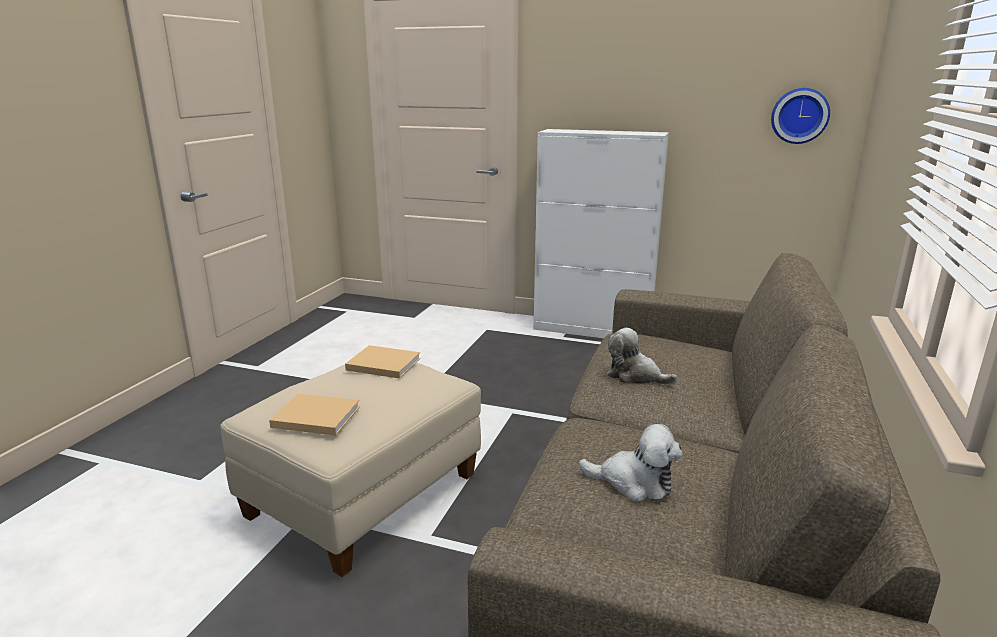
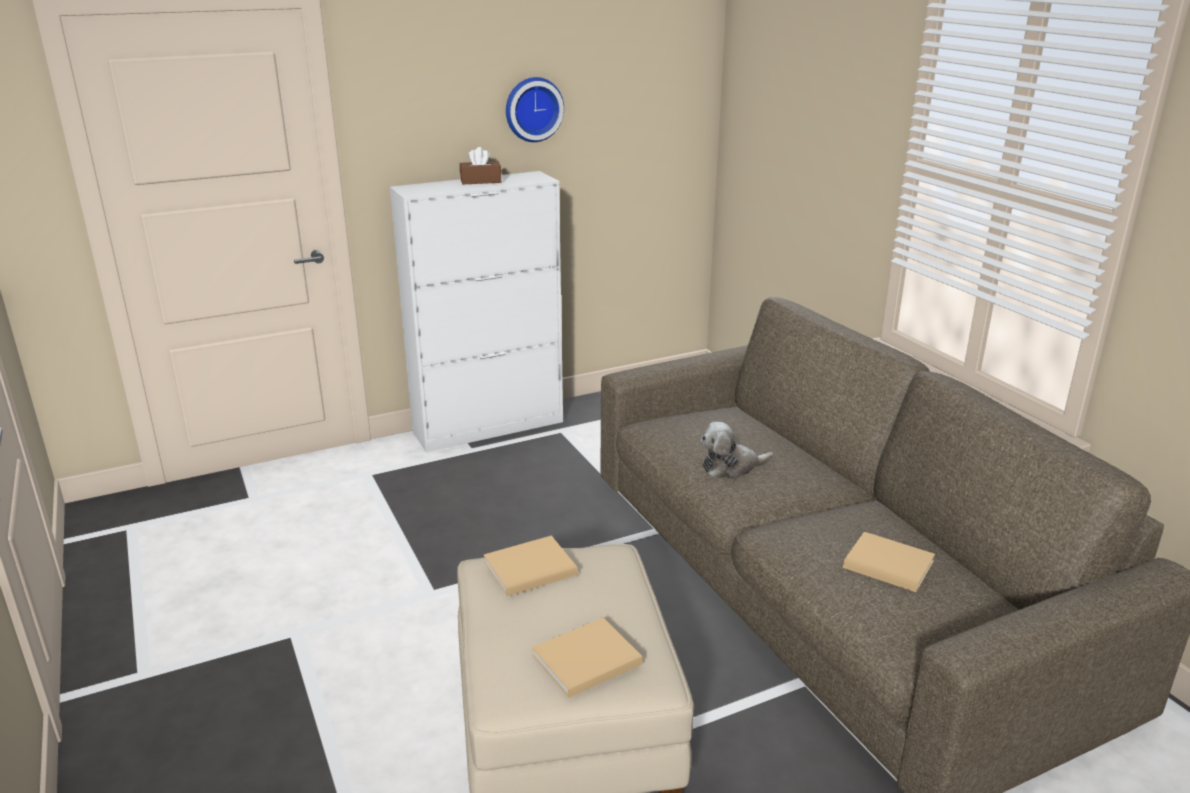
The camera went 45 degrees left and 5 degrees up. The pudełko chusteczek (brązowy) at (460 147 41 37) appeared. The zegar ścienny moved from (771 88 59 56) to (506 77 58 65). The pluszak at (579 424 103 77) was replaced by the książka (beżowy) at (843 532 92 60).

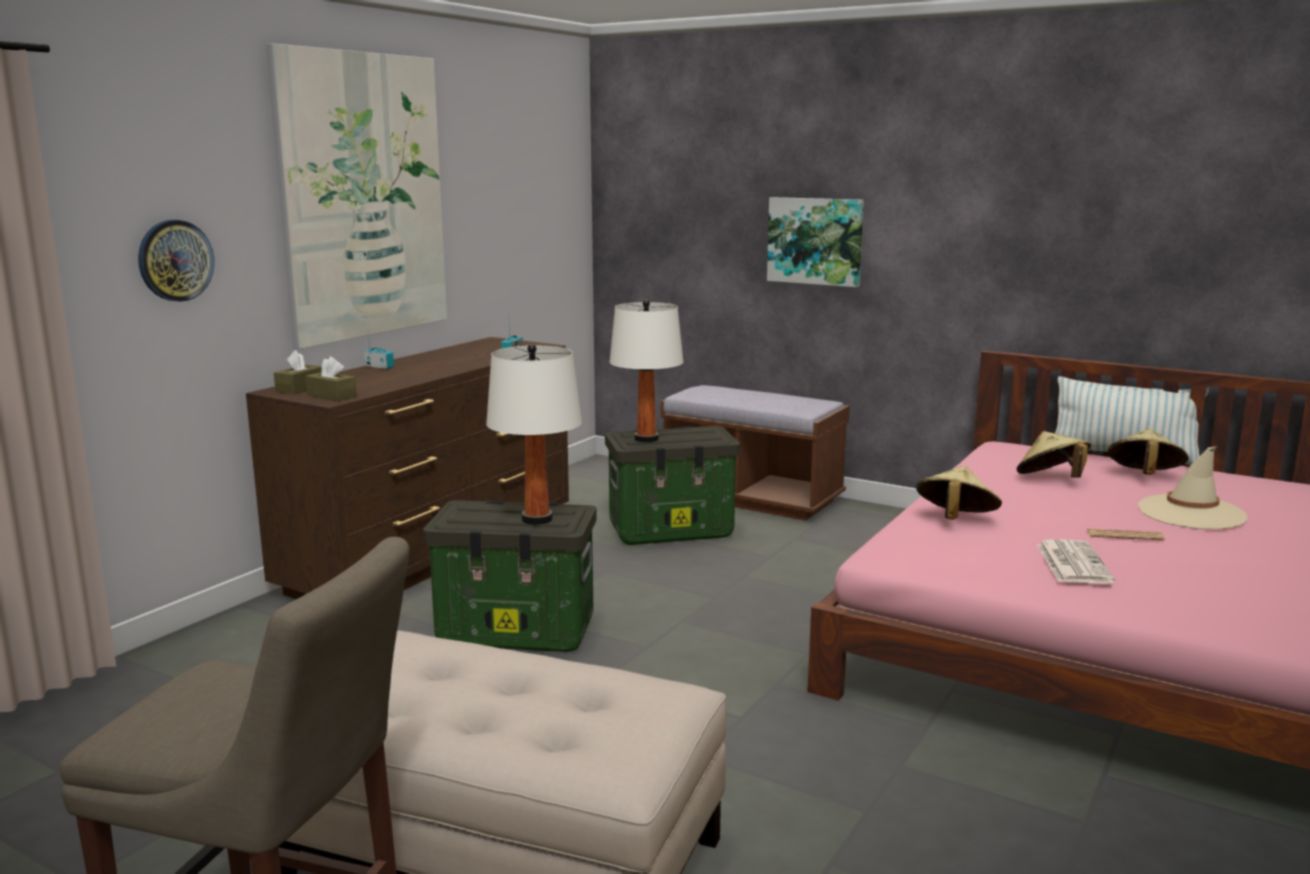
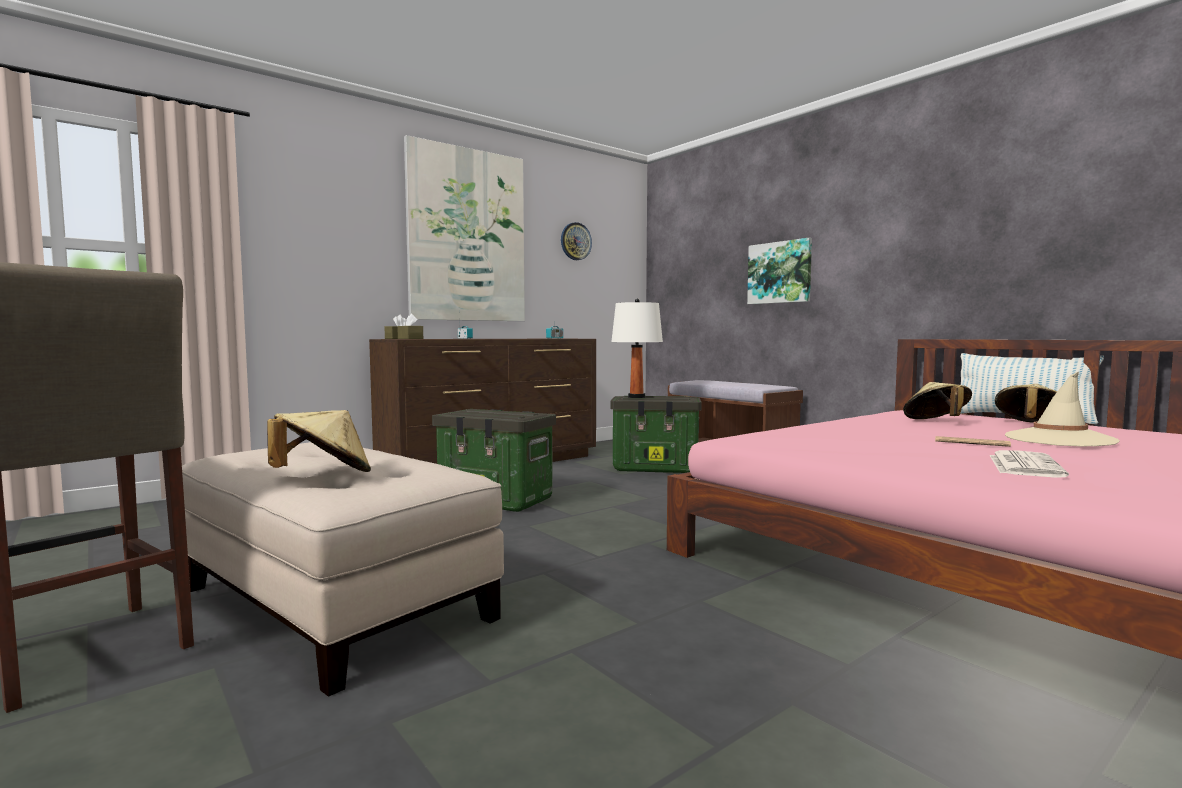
The camera went 20 degrees right and 10 degrees down. The lampa stołowa (biały) at (486 344 96 181) disappeared. The zegar ścienny moved from (138 220 76 82) to (561 222 31 38). The kapelusz (beżowy) moved from (916 466 86 54) to (267 410 104 62). The gazeta moved from (1037 539 78 45) to (989 450 80 28).

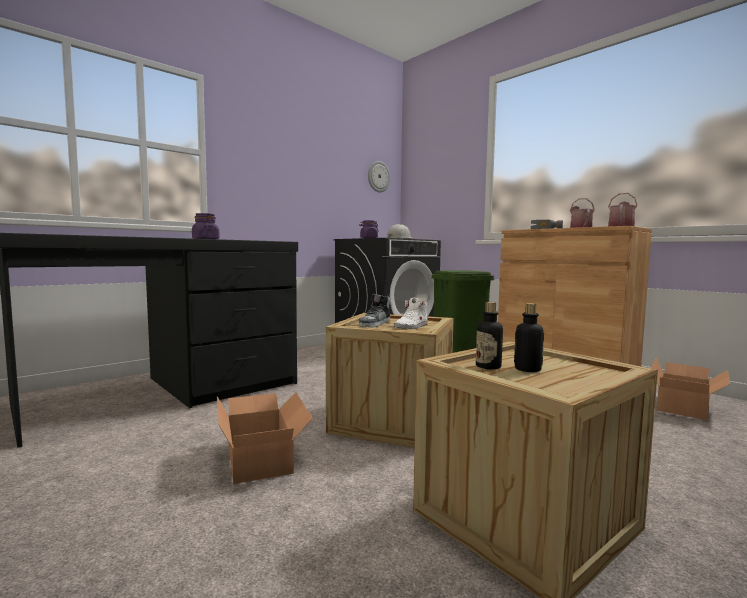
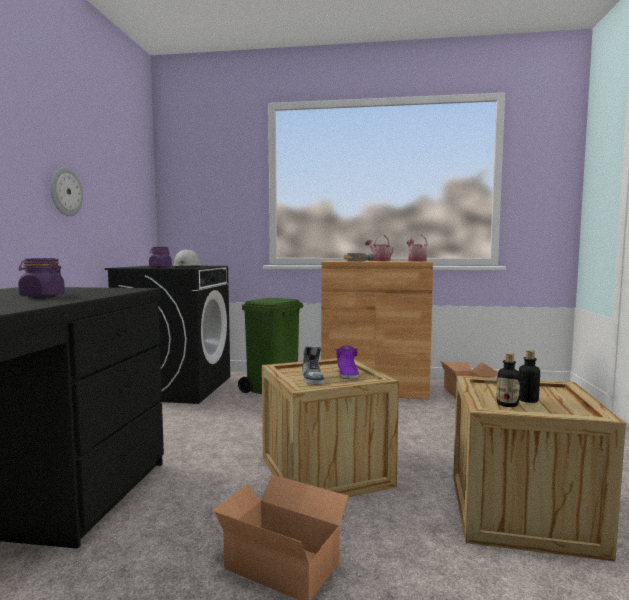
The camera went 40 degrees left and 0 degrees up. The zegar ścienny moved from (368 161 22 31) to (51 167 32 49). The but (biały) at (394 298 34 31) became the but (fioletowy) at (335 345 24 34).

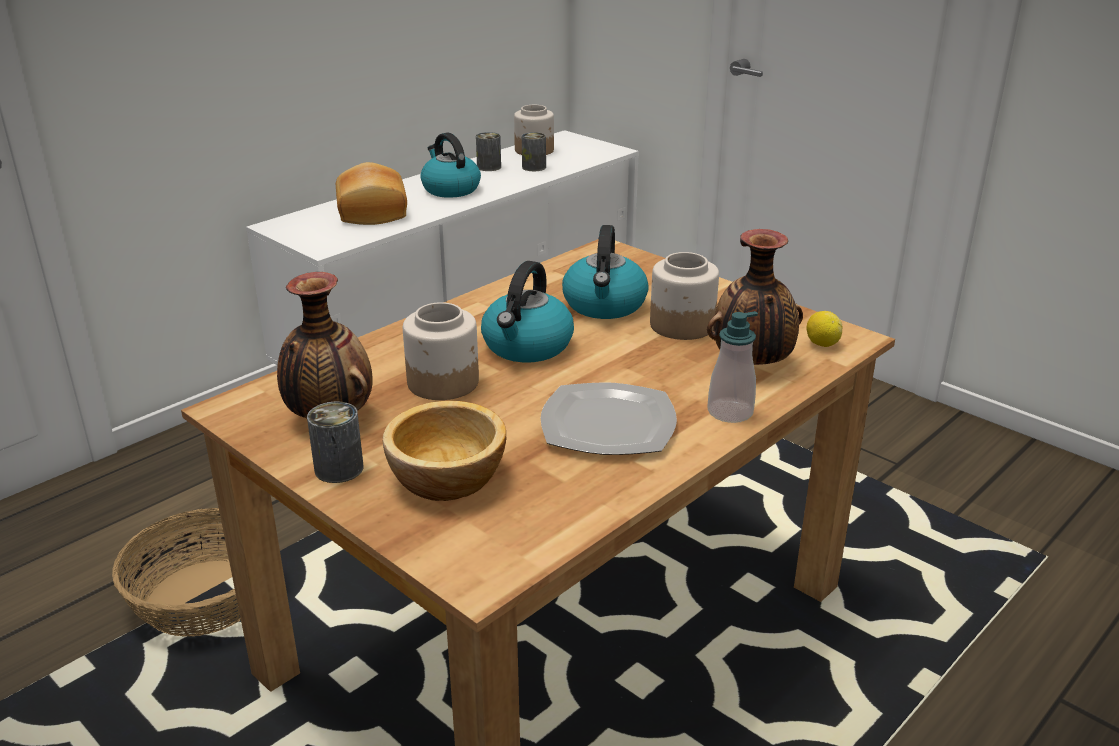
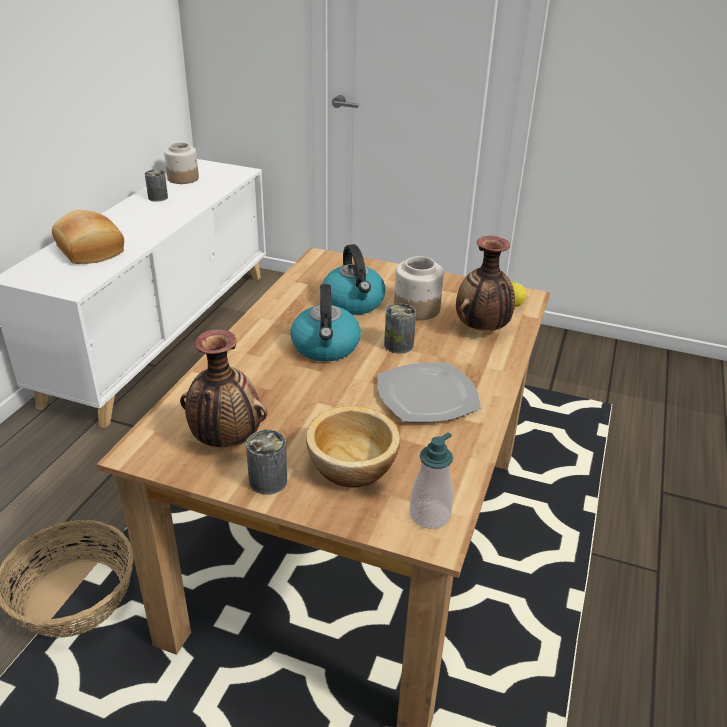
The camera went 25 degrees left and 5 degrees up. The słoik at (403 302 76 98) disappeared. The czajnik at (420 133 61 65) disappeared. The puszka moved from (522 132 24 39) to (384 304 32 50). The dozownik mydła moved from (707 311 51 112) to (409 432 44 97).

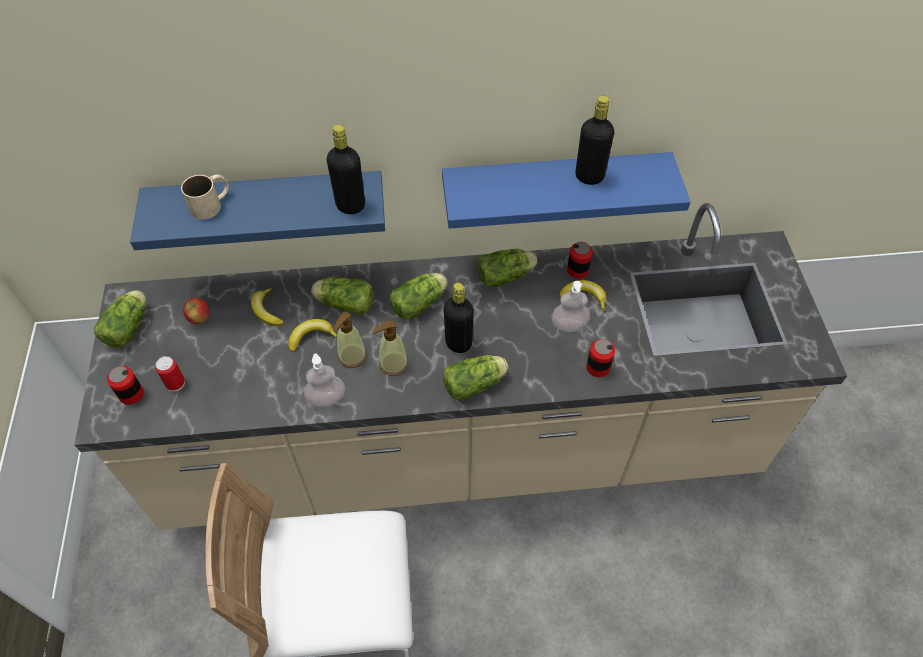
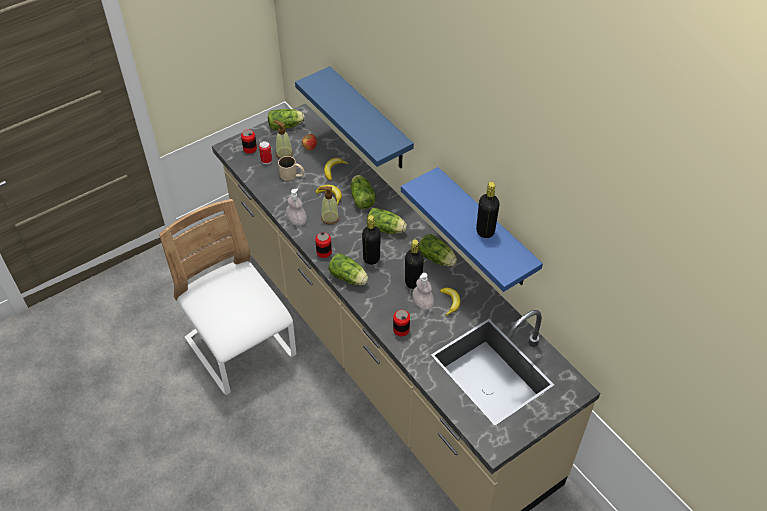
The camera went 60 degrees right and 5 degrees down. The kubek (beżowy) moved from (181 174 48 46) to (278 156 27 25). The butelka (czarny) moved from (327 124 38 90) to (405 239 19 50). The dozownik mydła moved from (373 320 36 56) to (273 121 20 38). The puszka moved from (567 242 26 37) to (315 232 17 26).

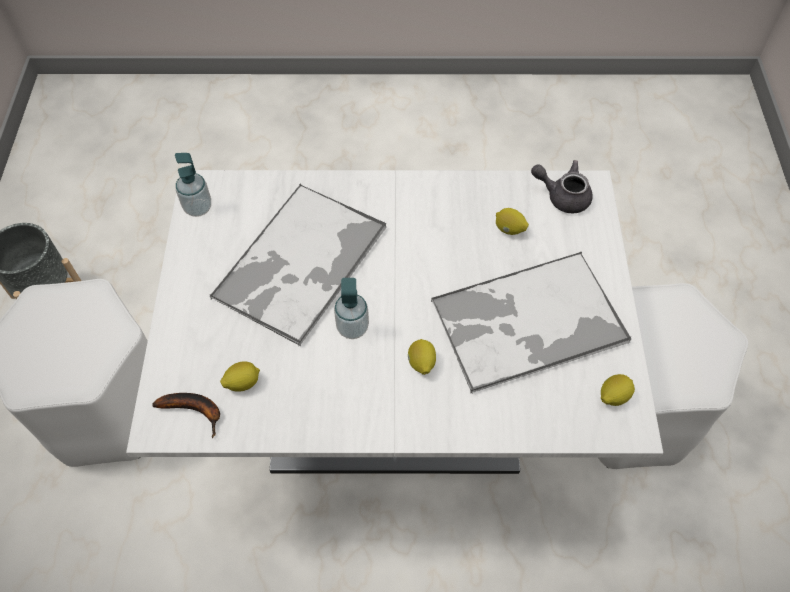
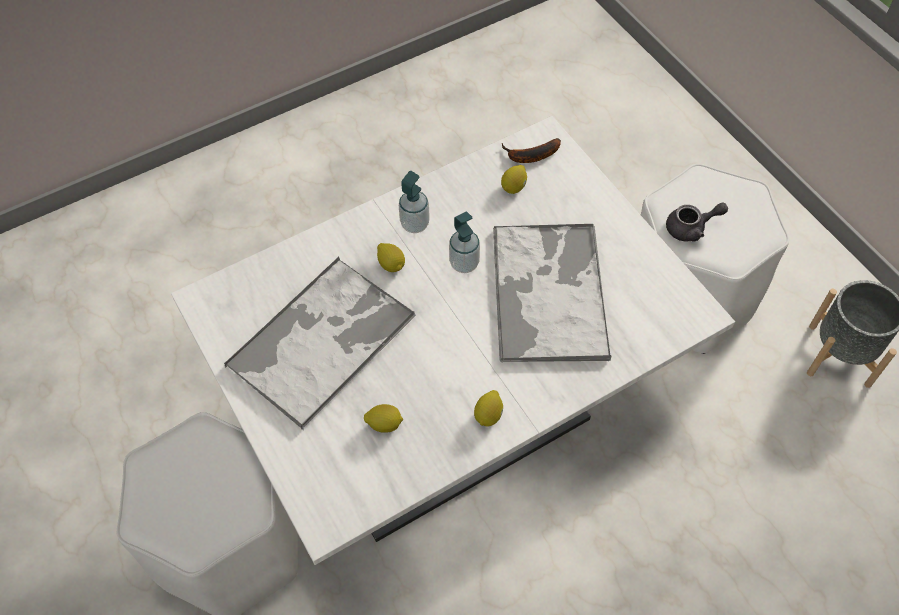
The camera went 150 degrees right and 0 degrees up. The dozownik mydła moved from (175 153 36 64) to (399 171 31 62). The imbryk (szary) moved from (531 160 62 53) to (666 203 62 39). The cytryna moved from (601 374 34 32) to (474 390 29 36).

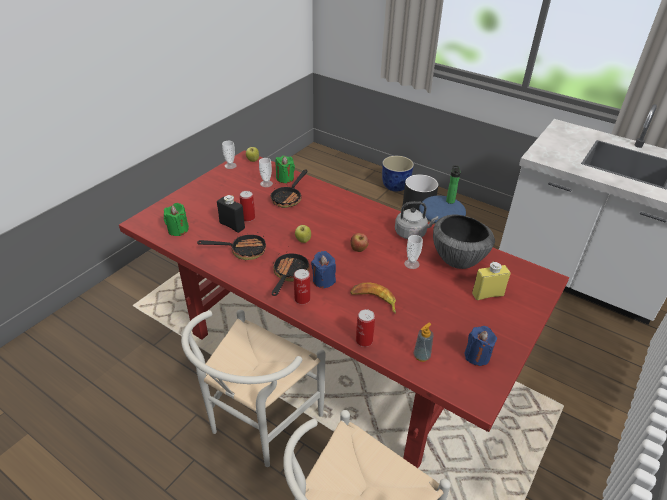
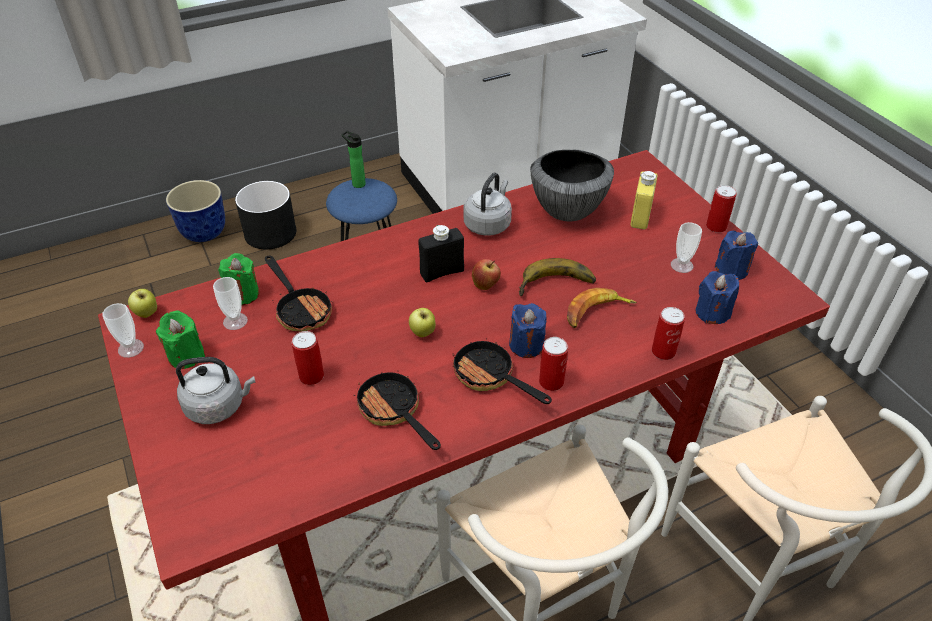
The camera went 60 degrees left and 5 degrees up. The czajnik (szary) at (176 357 80 67) appeared. The banan at (518 258 78 38) appeared. The puszka at (706 185 31 48) appeared. The świeca (zielony) moved from (164 203 25 33) to (156 310 49 59). The butelka (czarny) moved from (217 195 28 38) to (418 225 46 57). The filiżanka moved from (404 235 19 34) to (671 222 31 51). The dozownik mydła at (413 323 21 39) was replaced by the świeca (niebieski) at (696 271 43 53). The patelnia at (197 232 69 28) turned 60 degrees counterclockwise.

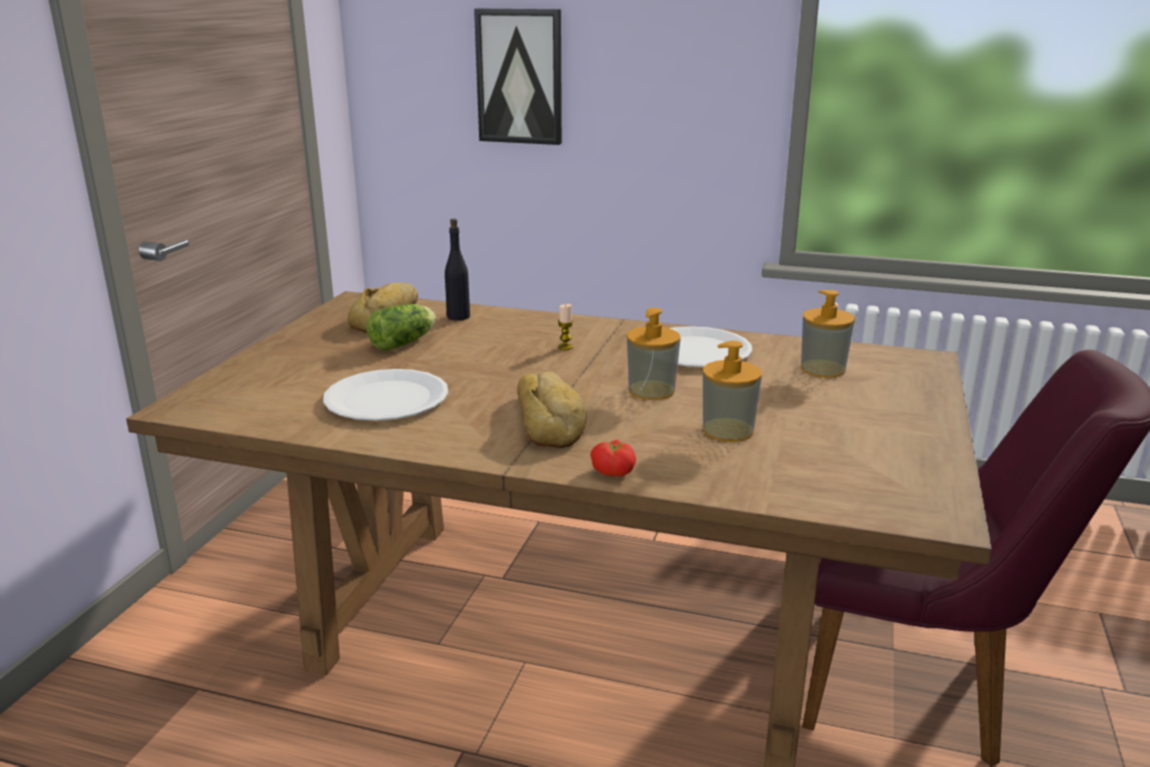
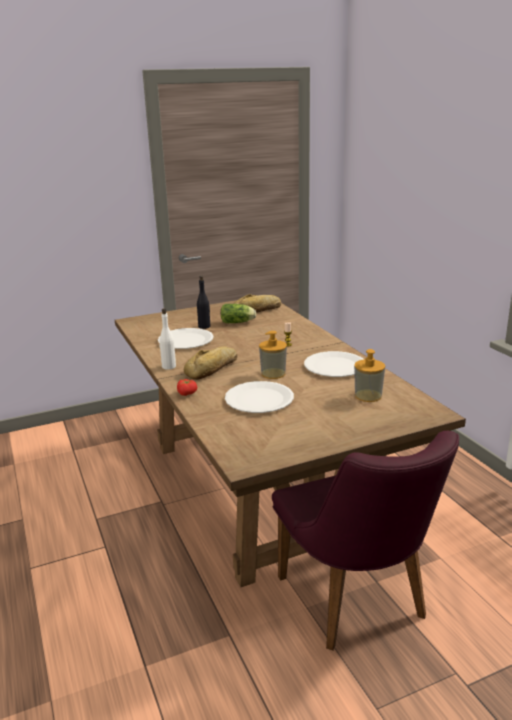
The camera went 50 degrees right and 0 degrees up. The obraz at (474 9 88 136) disappeared. The butelka (biały) at (160 308 16 62) appeared. The butelka (czarny) moved from (445 219 25 102) to (197 276 13 53). The dozownik mydła at (703 341 59 101) was replaced by the talerz (biały) at (225 381 69 32).

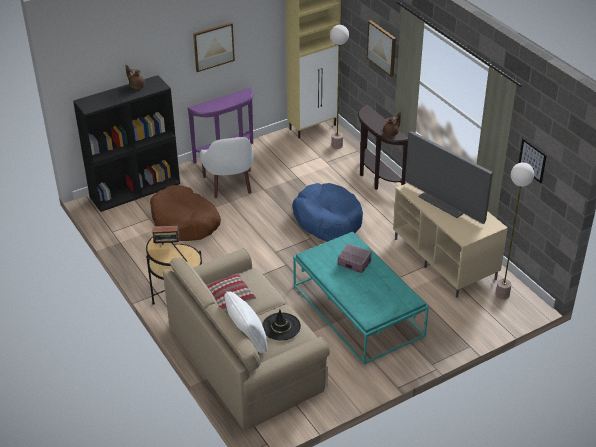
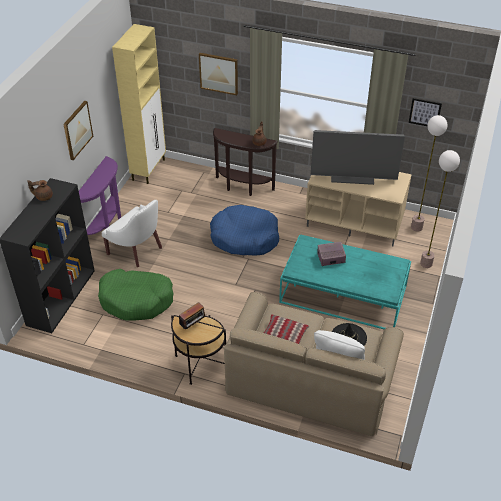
The camera went 40 degrees left and 5 degrees up. The lampa stojąca moved from (330 25 19 124) to (420 150 40 118). The legowisko (brązowy) at (150 185 71 56) became the legowisko (zielony) at (98 269 76 52).

